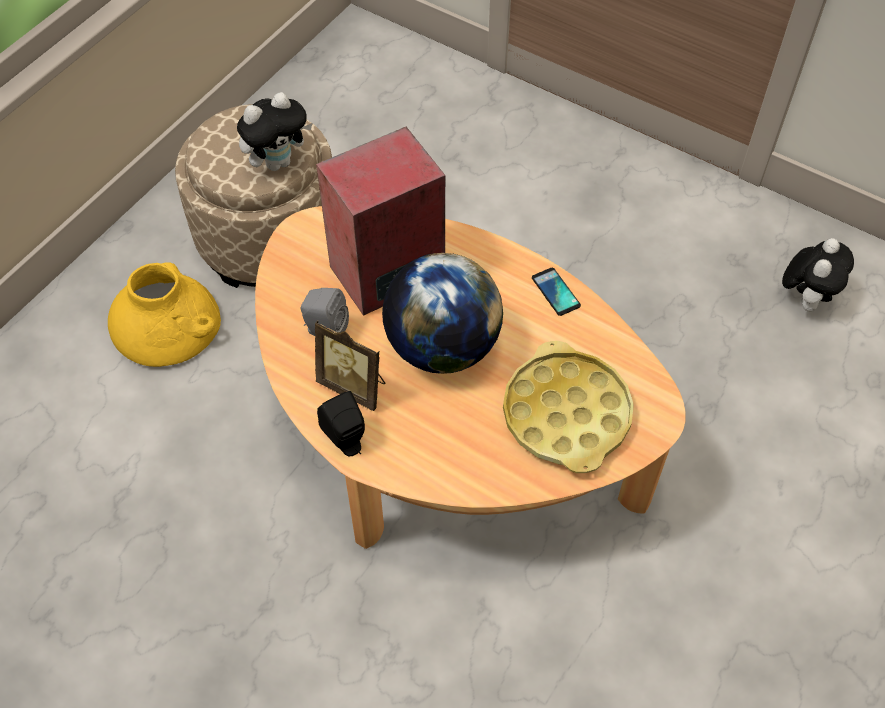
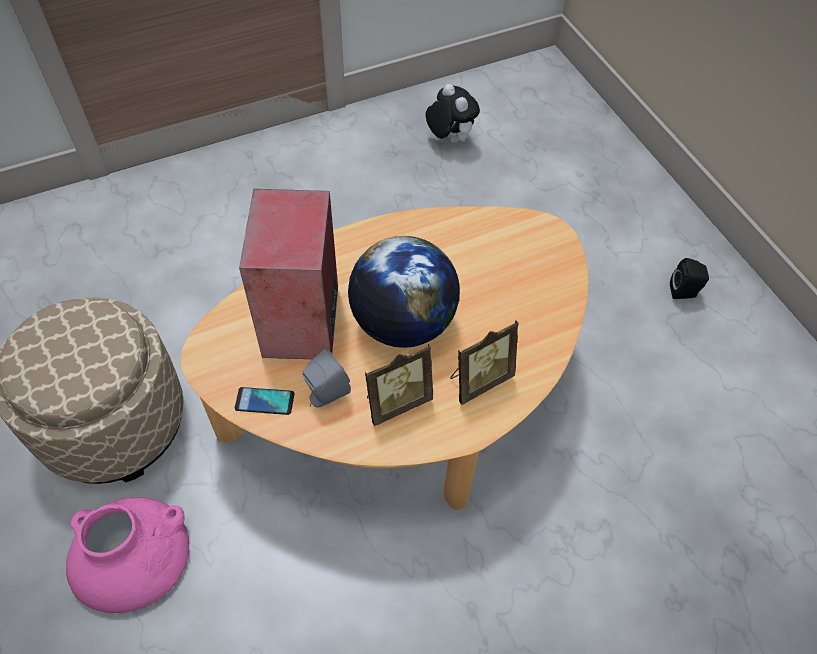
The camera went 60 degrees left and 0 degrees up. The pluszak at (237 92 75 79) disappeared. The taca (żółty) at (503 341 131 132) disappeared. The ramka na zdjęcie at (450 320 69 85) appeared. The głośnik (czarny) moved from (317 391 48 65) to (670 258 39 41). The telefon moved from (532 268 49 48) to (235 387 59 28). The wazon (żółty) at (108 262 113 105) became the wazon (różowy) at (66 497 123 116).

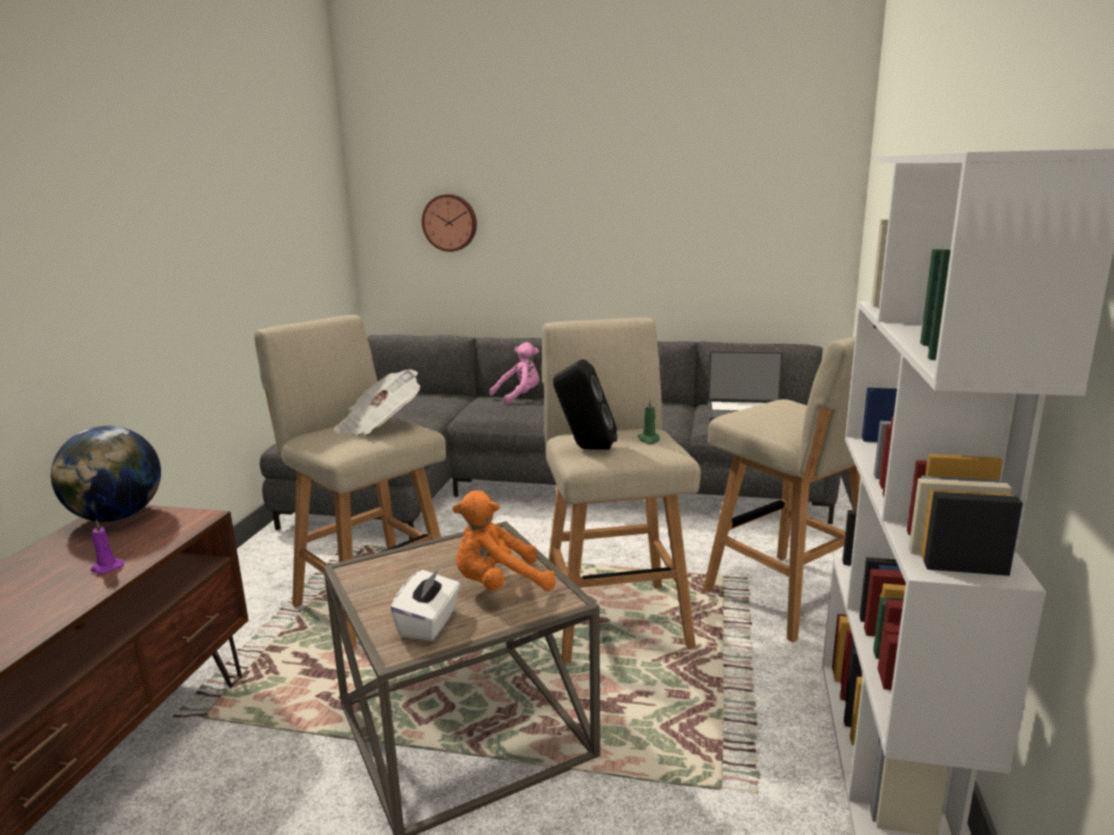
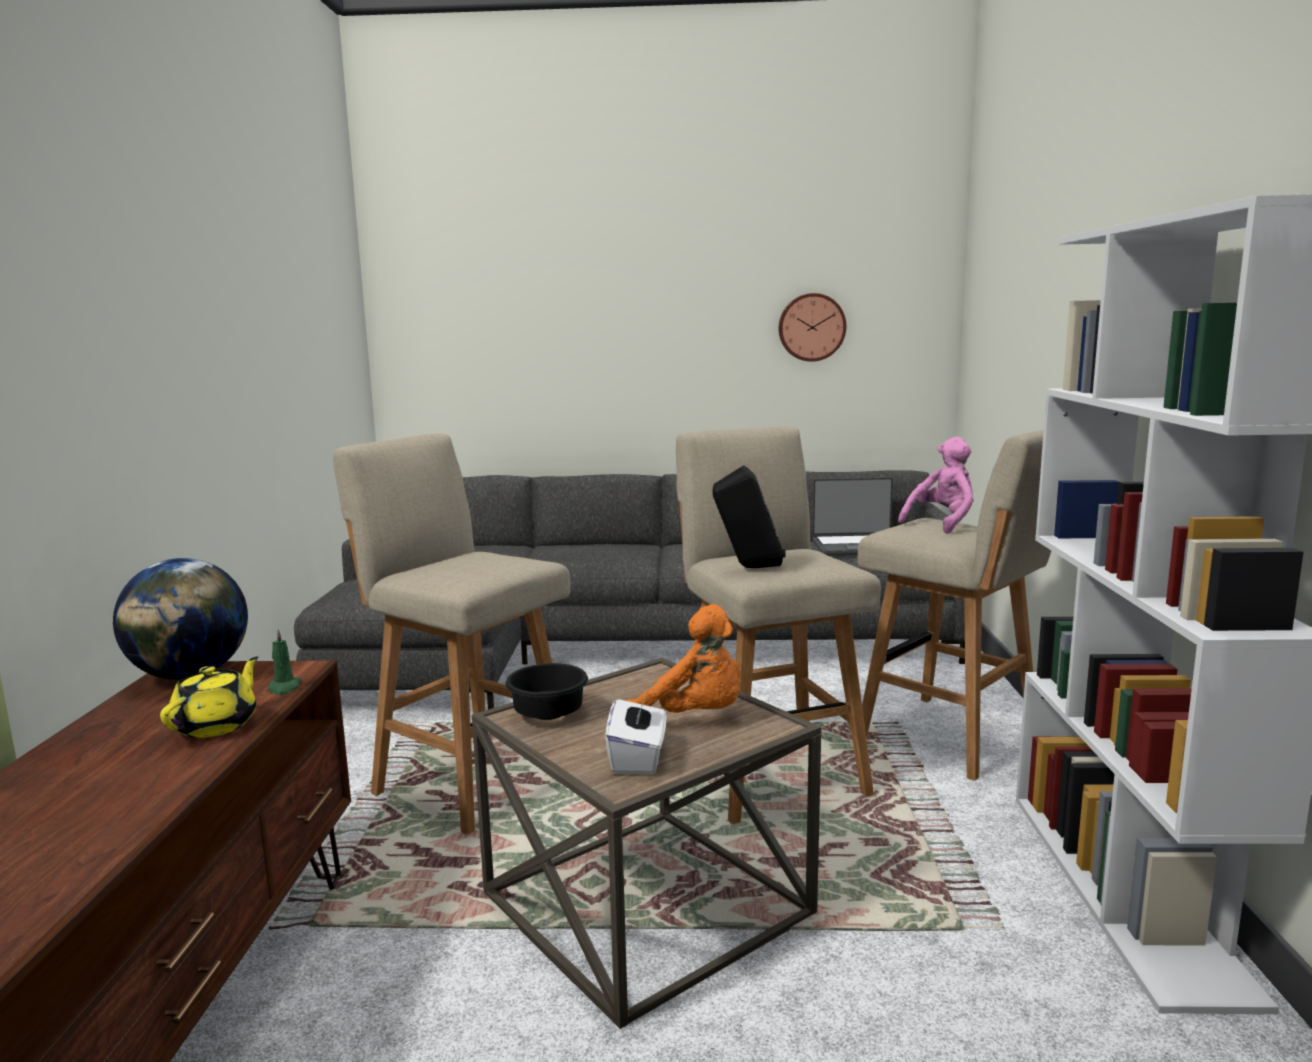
The camera went 10 degrees left and 5 degrees down. The gazeta at (334 369 86 66) disappeared. The miska (czarny) at (505 663 83 57) appeared. The zegar ścienny moved from (422 194 55 58) to (779 293 67 69). The pluszak (różowy) moved from (489 342 50 63) to (898 437 76 97). The świeca (zielony) moved from (638 399 22 45) to (268 629 34 66). The świeca (fioletowy) at (90 519 34 55) was replaced by the imbryk (żółty) at (160 656 98 82). The pluszak (pomarańczowy) at (453 490 103 101) turned 120 degrees counterclockwise.

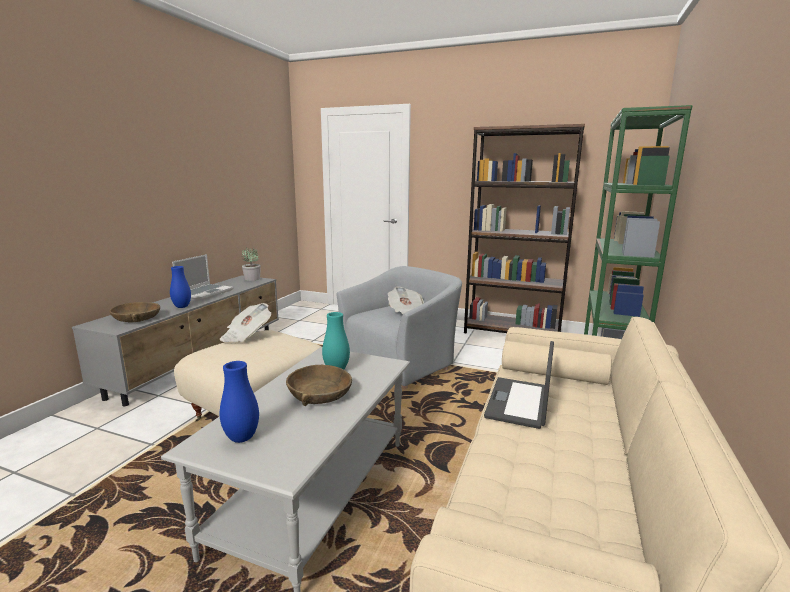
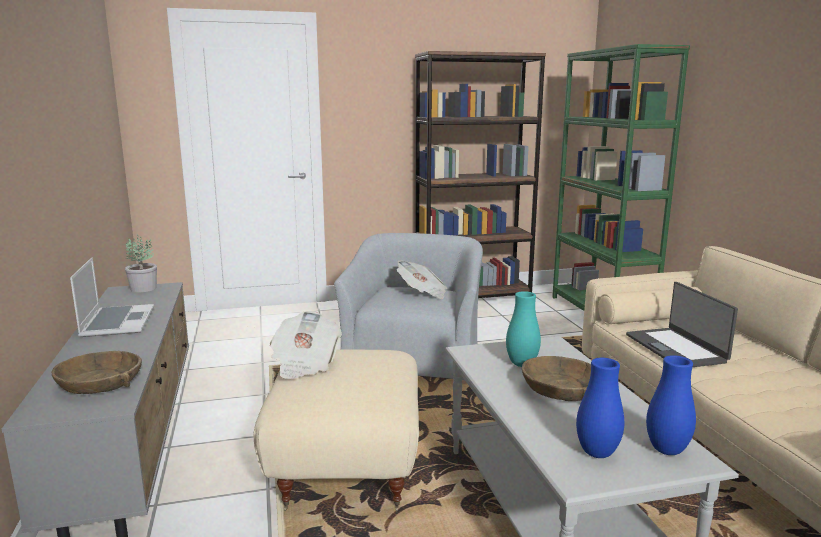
The camera went 35 degrees left and 0 degrees up. The wazon (niebieski) moved from (170 266 21 42) to (646 355 50 100).

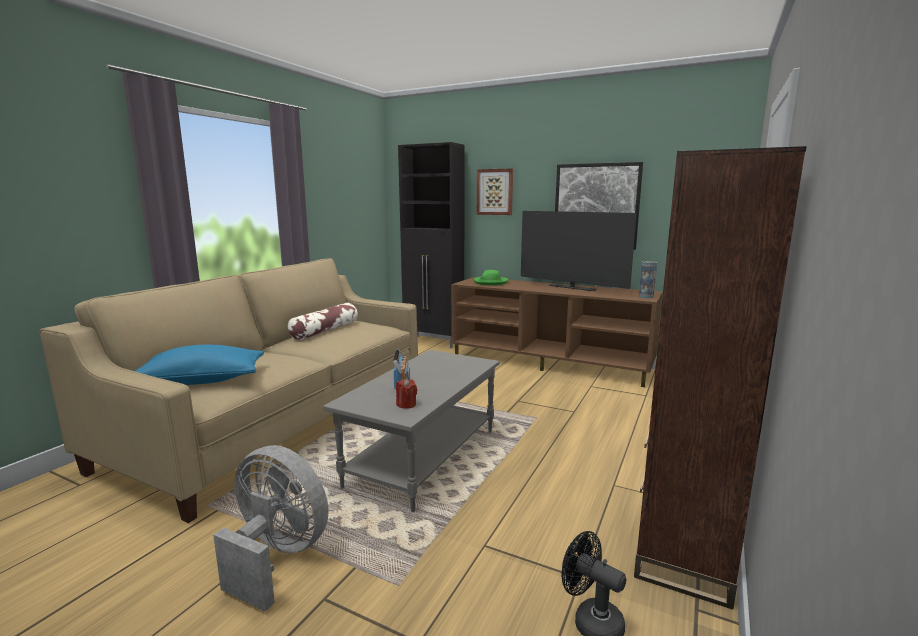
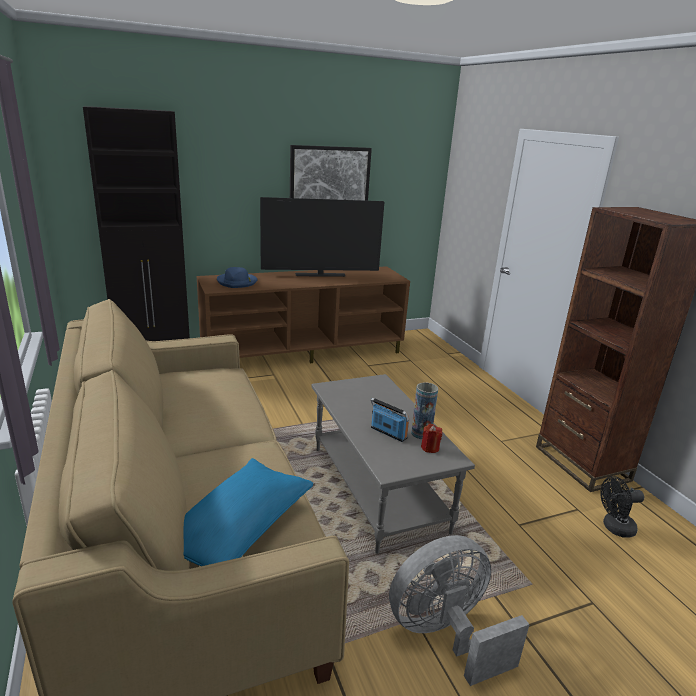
The camera went 50 degrees left and 10 degrees up. The poduszka at (288 303 70 37) disappeared. The obraz at (477 168 36 47) disappeared. The wazon moved from (639 261 18 37) to (411 382 27 57). The kapelusz (zielony) at (474 270 34 15) became the kapelusz (niebieski) at (217 267 40 21).

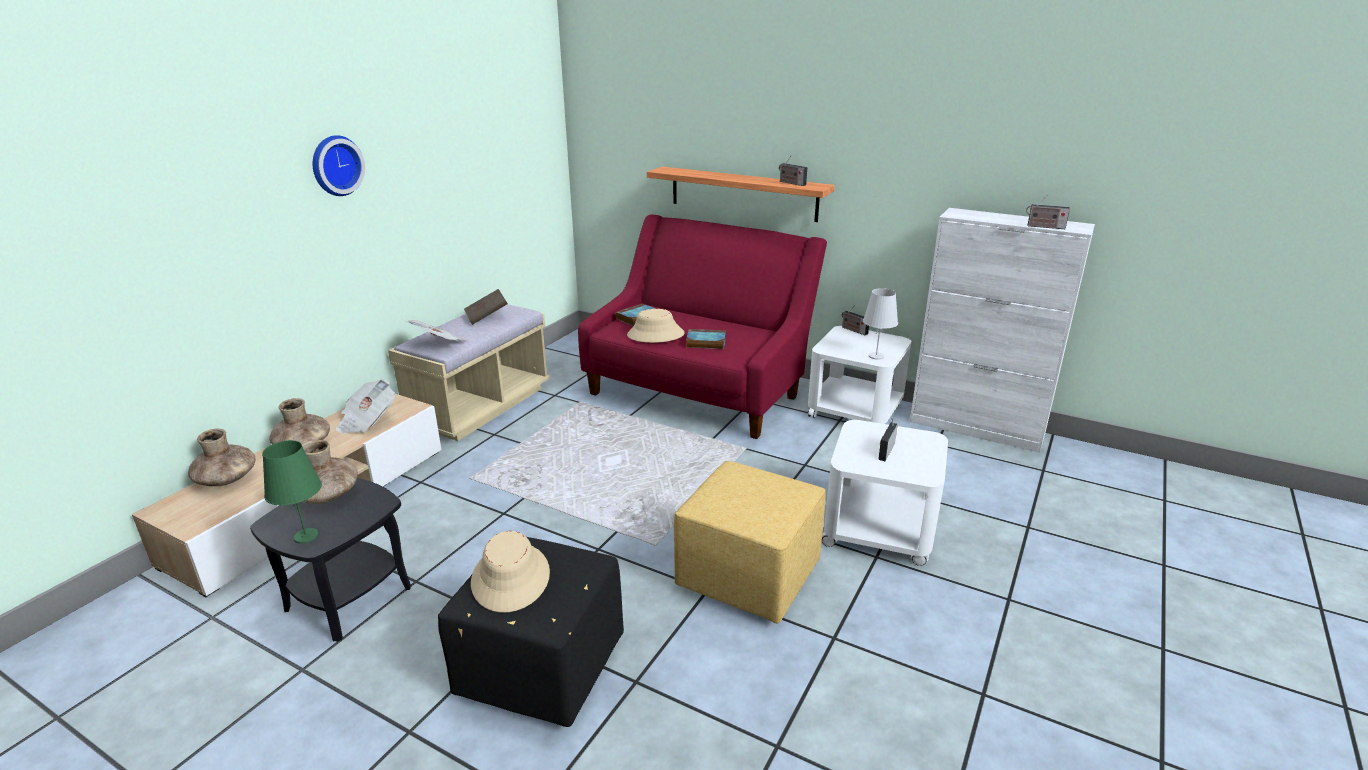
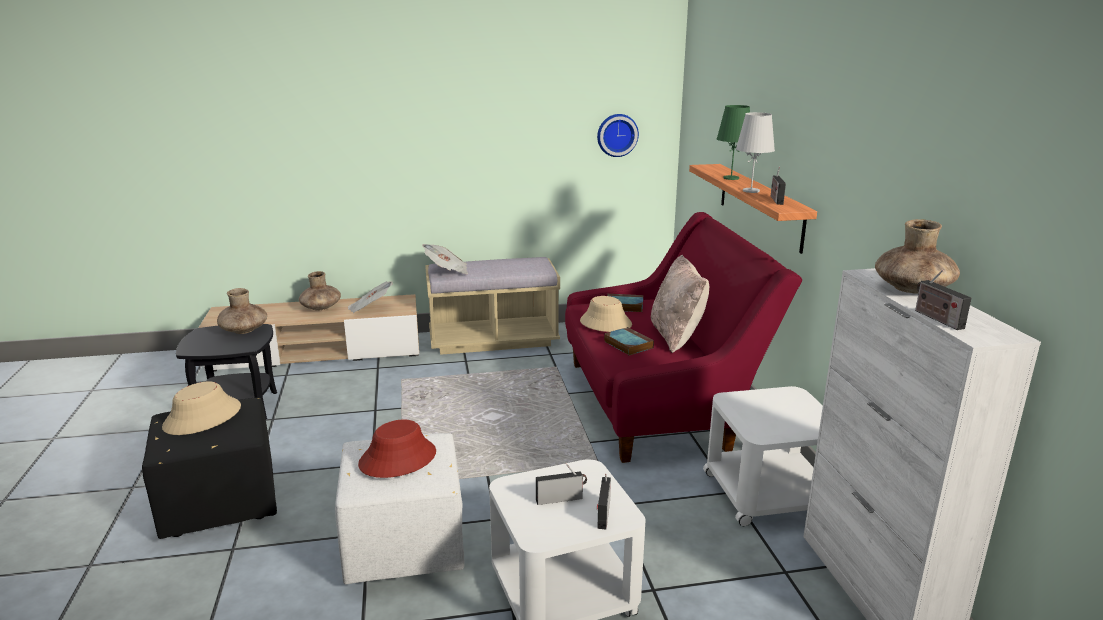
The camera went 50 degrees right and 5 degrees down. The książka (brązowy) at (464 289 44 36) disappeared. The kapelusz (czerwony) at (358 419 78 59) appeared. The poduszka (beżowy) at (651 255 58 98) appeared. The wazon (brązowy) moved from (188 429 67 57) to (875 219 85 75). The lampa stołowa (zielony) moved from (262 440 60 104) to (717 105 33 75). The zegar ścienny moved from (313 135 52 61) to (597 114 42 43). The radio moved from (842 305 27 30) to (597 473 14 56). The lampa stołowa (biały) moved from (863 288 35 72) to (736 112 39 81). The pufa (żółty) at (674 461 152 162) became the pufa (biały) at (335 433 130 152).

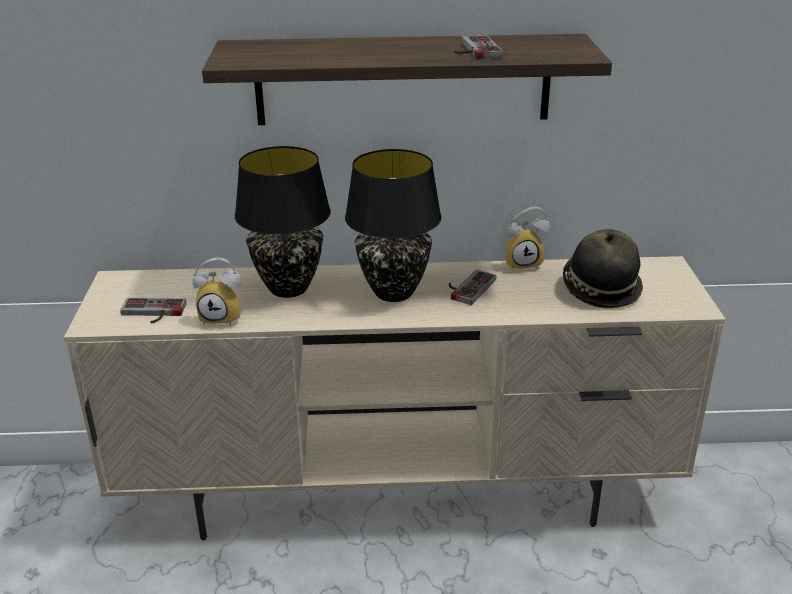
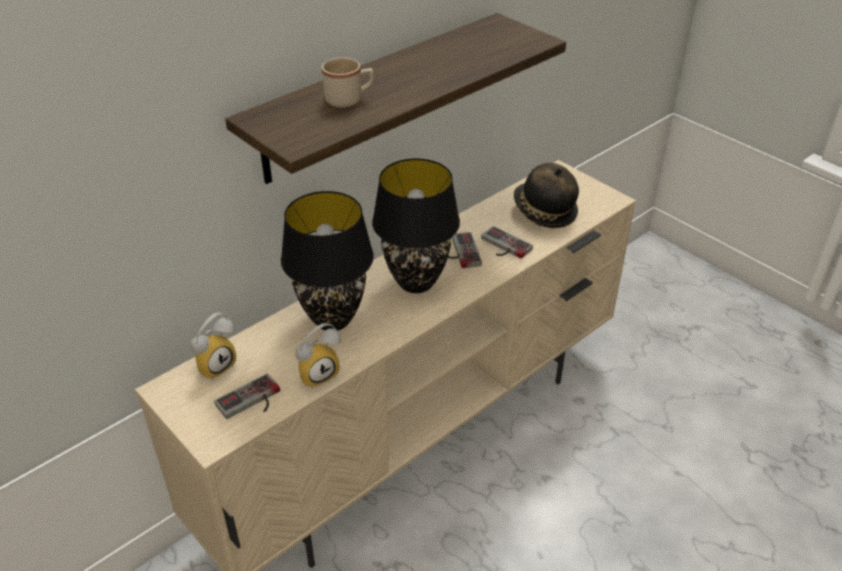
The camera went 40 degrees left and 10 degrees up. The kubek (beżowy) at (322 57 52 51) appeared. The pad do gier moved from (454 35 49 25) to (481 226 52 32). The budzik moved from (505 206 45 66) to (191 313 45 67).

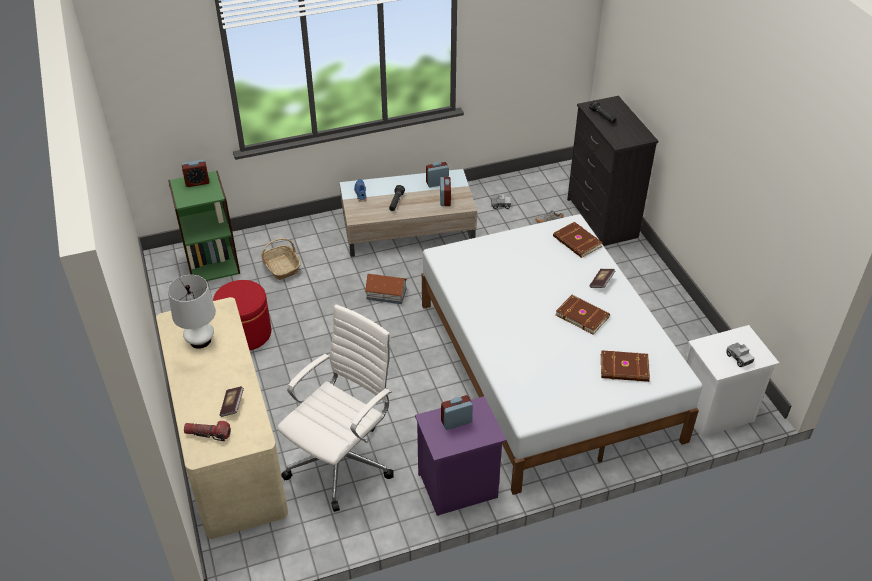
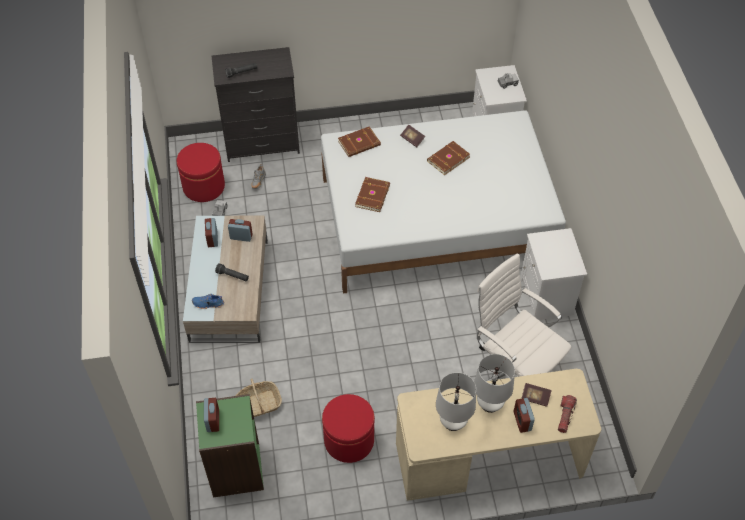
The camera went 80 degrees left and 10 degrees up. The domek at (365 274 42 30) disappeared. The pufa (czerwony) at (177 143 48 59) appeared. The lampa stołowa (biały) at (474 354 41 59) appeared. The budzik moved from (441 395 32 35) to (514 398 21 35). The książka (brązowy) moved from (601 350 49 32) to (355 177 35 35). The szafka nocna (fioletowy) at (415 396 91 120) became the szafka nocna (biały) at (520 228 67 92).

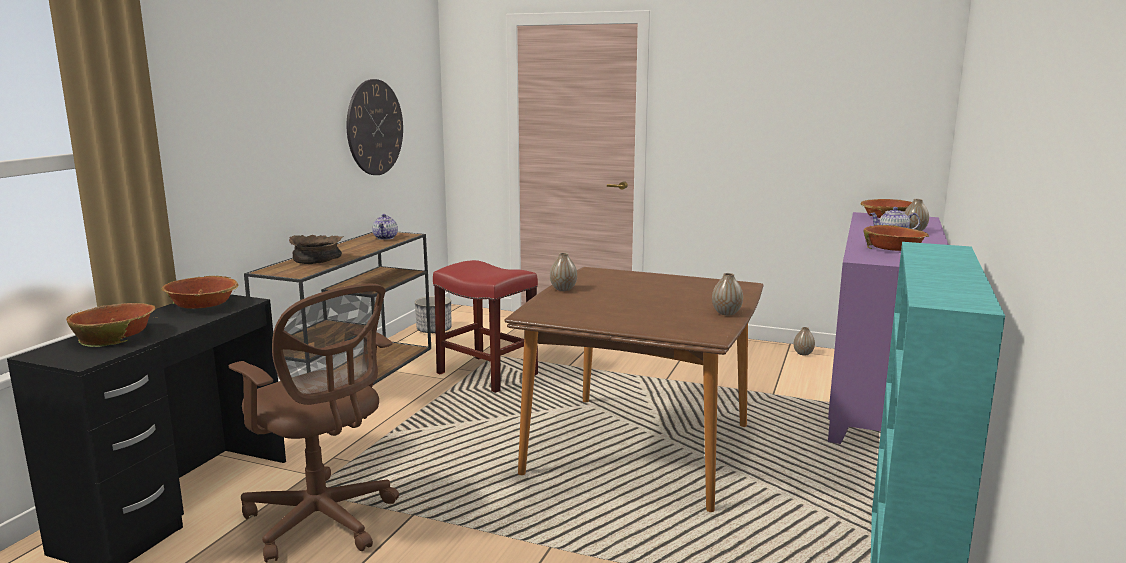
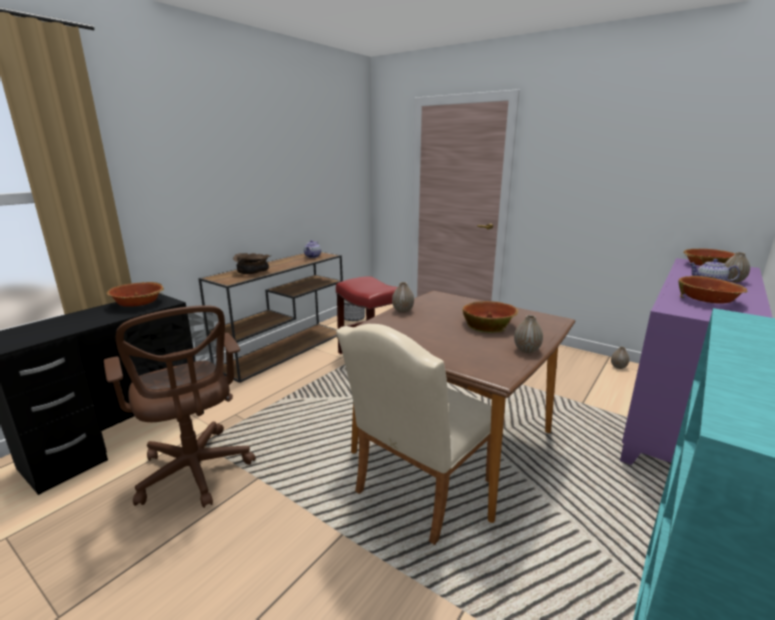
The camera went 15 degrees right and 5 degrees up. The zegar ścienny at (347 79 56 96) disappeared. The krzesło (beżowy) at (336 324 155 221) appeared. The miska moved from (66 303 91 44) to (462 301 56 32).

